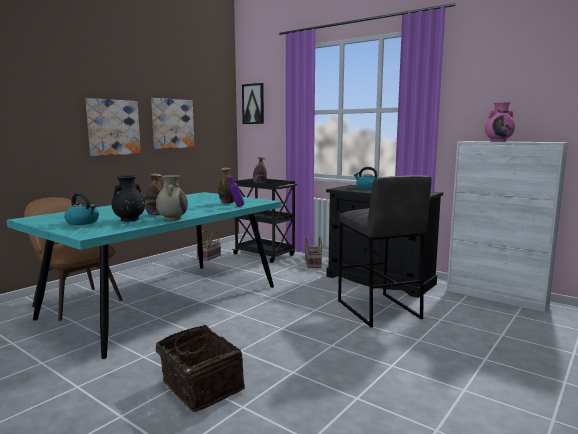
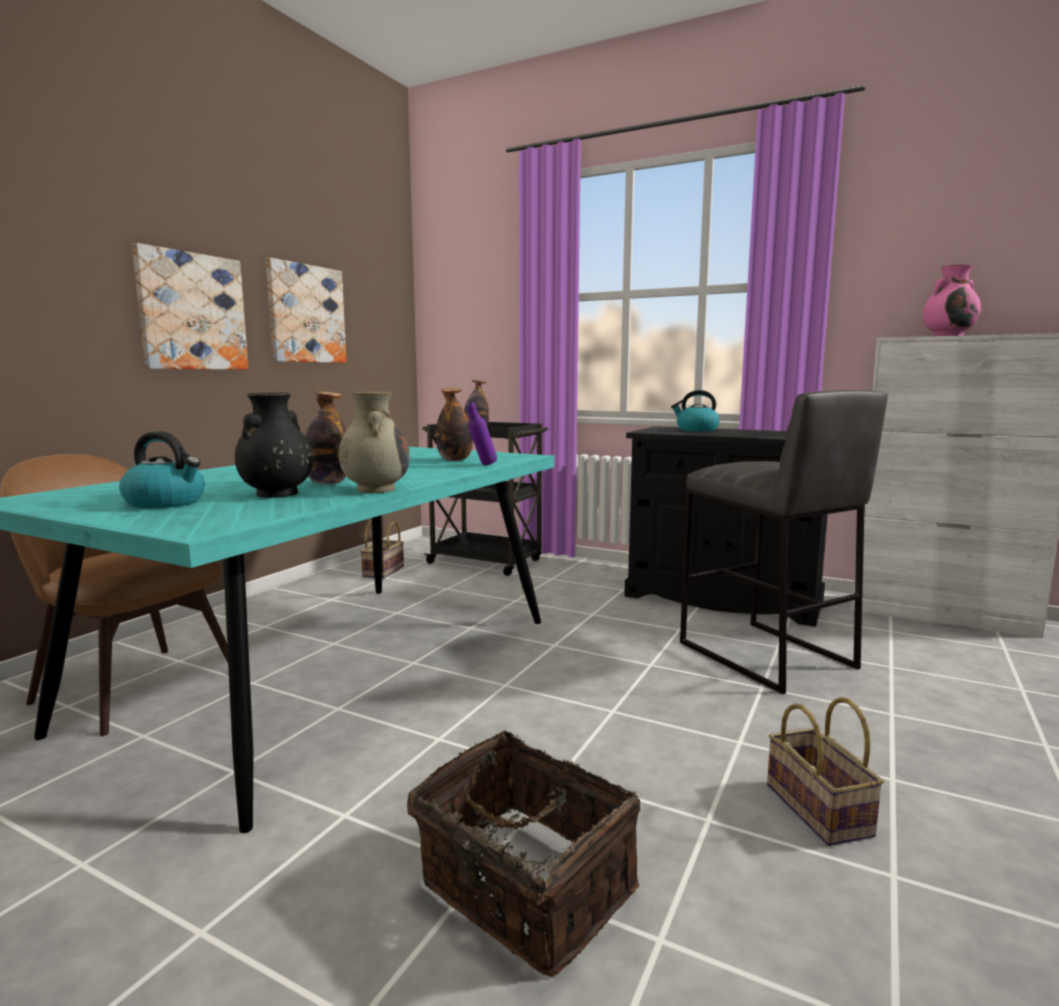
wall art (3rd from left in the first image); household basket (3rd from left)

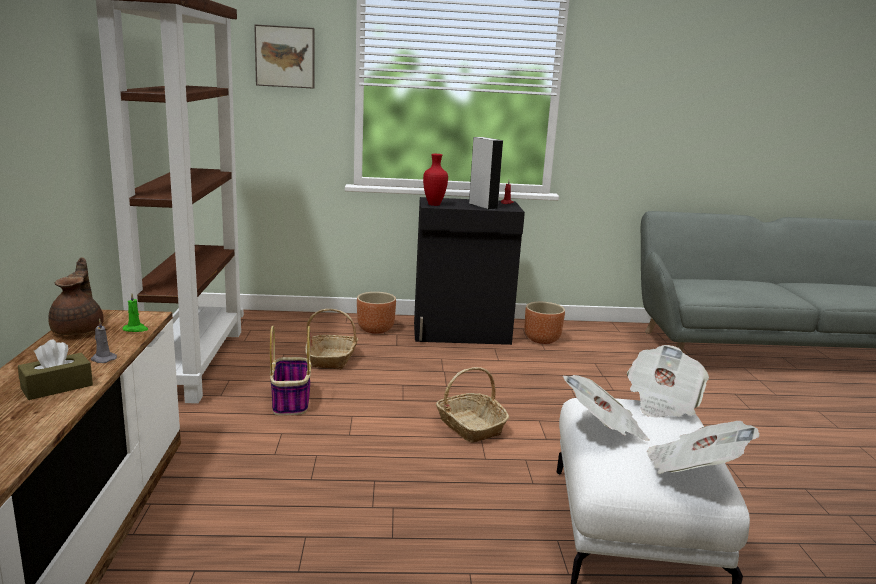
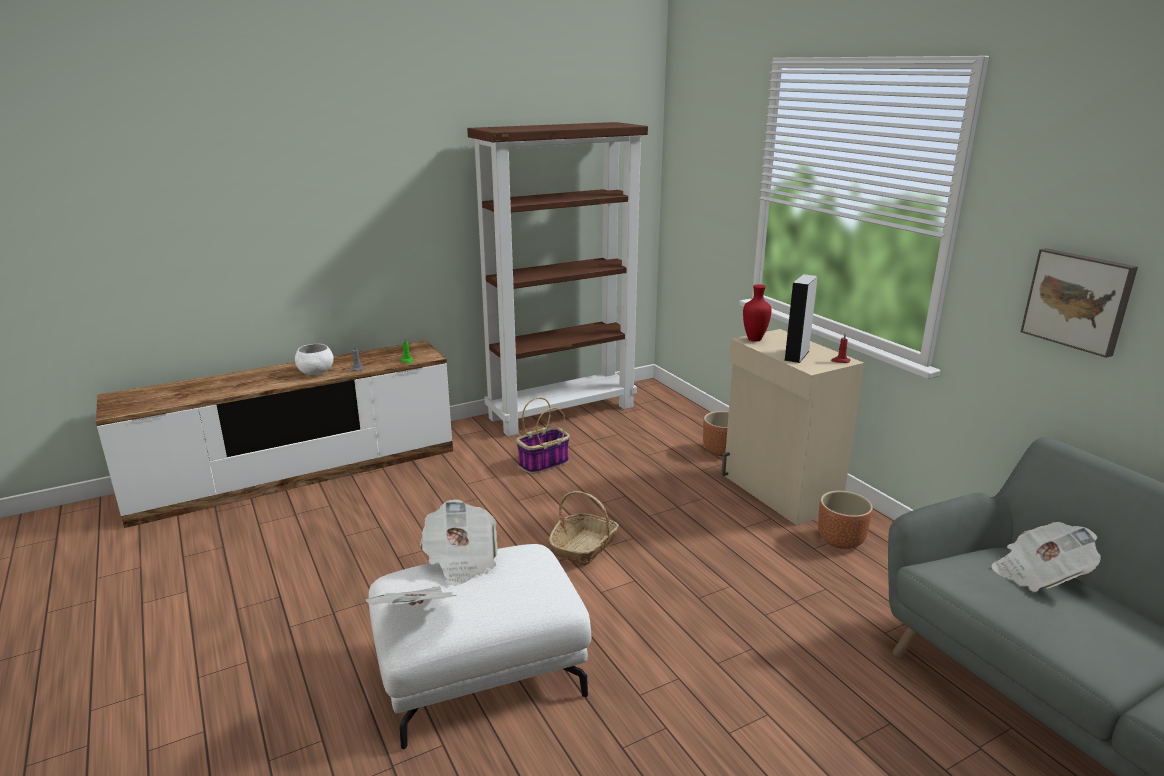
wall art; sand-coloured cabinet; brown-coloured pot for tea; household basket (2nd from left in the first image); white bowl; newspaper (3rd from left)

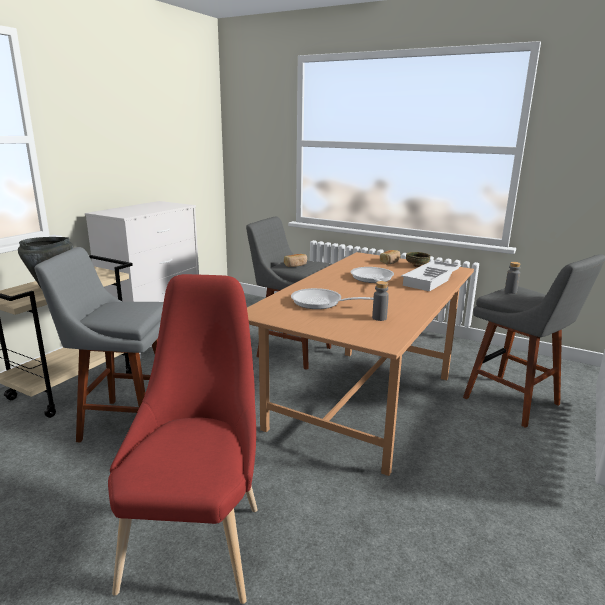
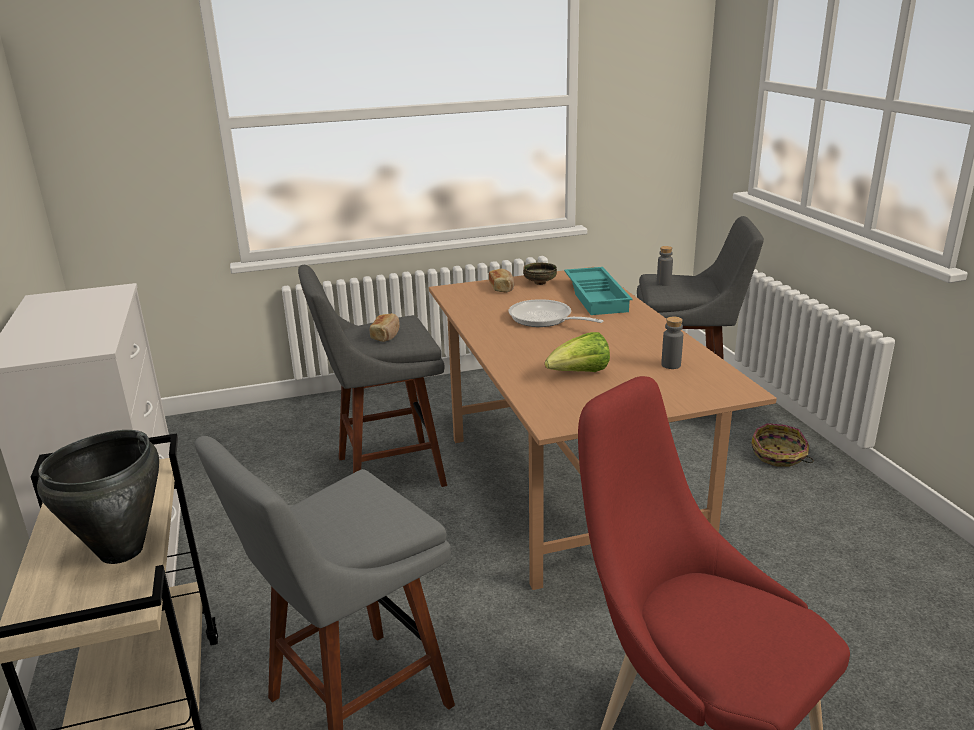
blue-green serving tray; lettuce head; household basket

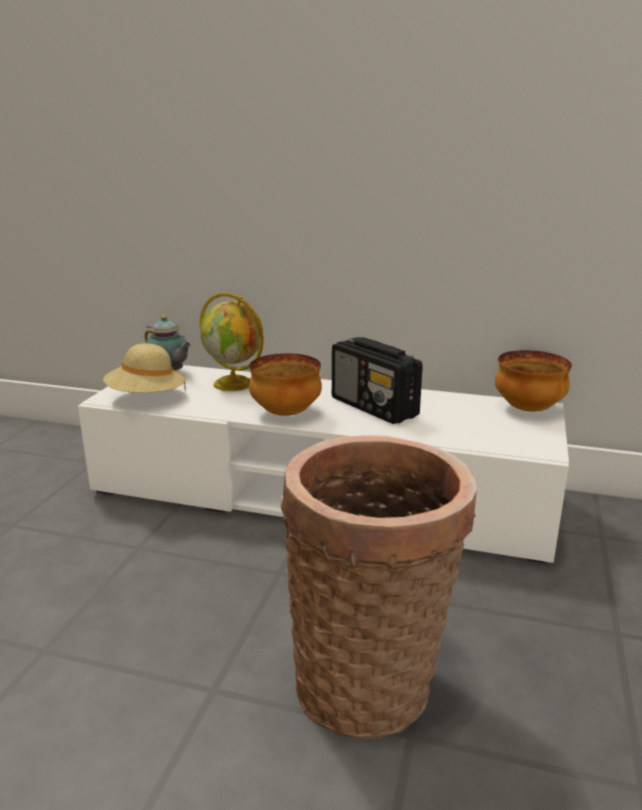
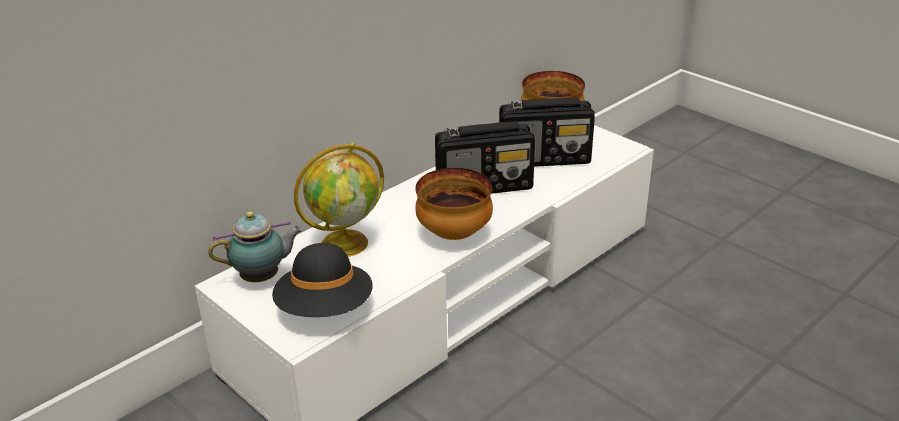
black-coloured clothing hat; household basket; radio set (2nd from left)

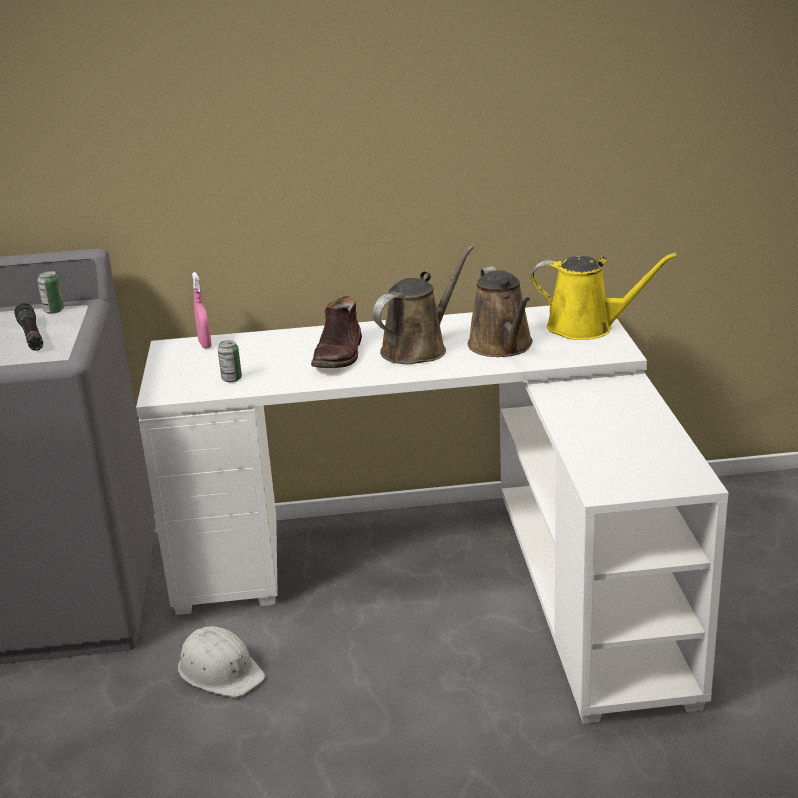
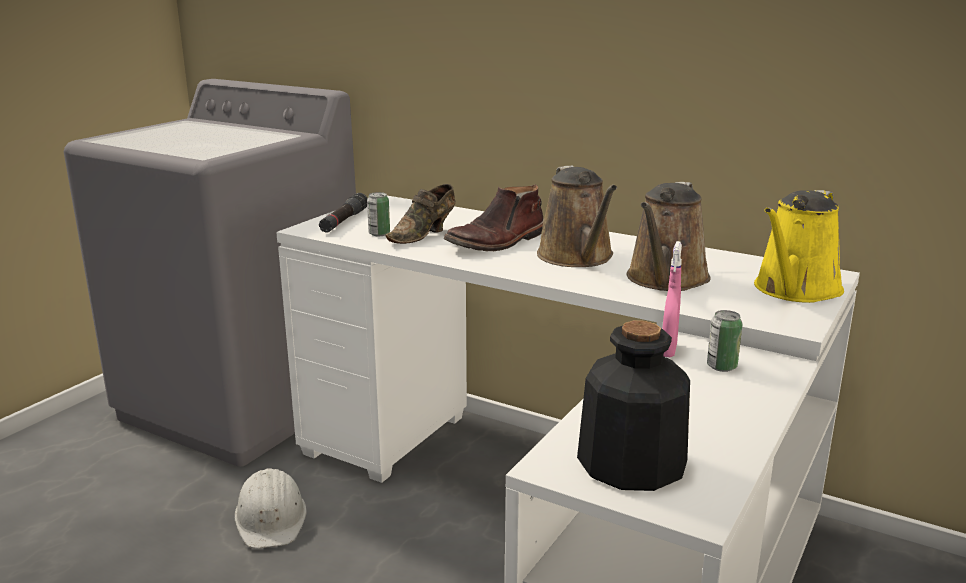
brown-coloured watering pot (1st from left); yellow-coloured watering pot; metal can (2nd from left); pinkish hand sprayer; black-coloured hand torch; brown-coloured shoe; beverage bottle

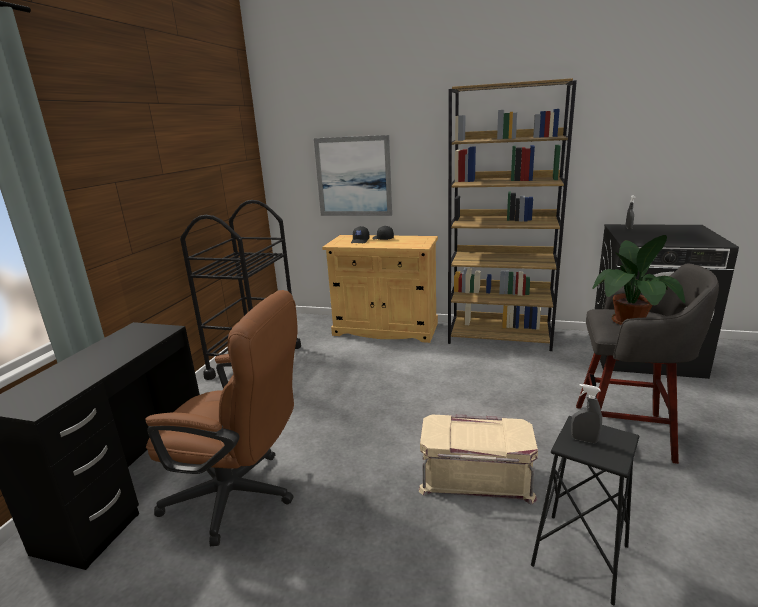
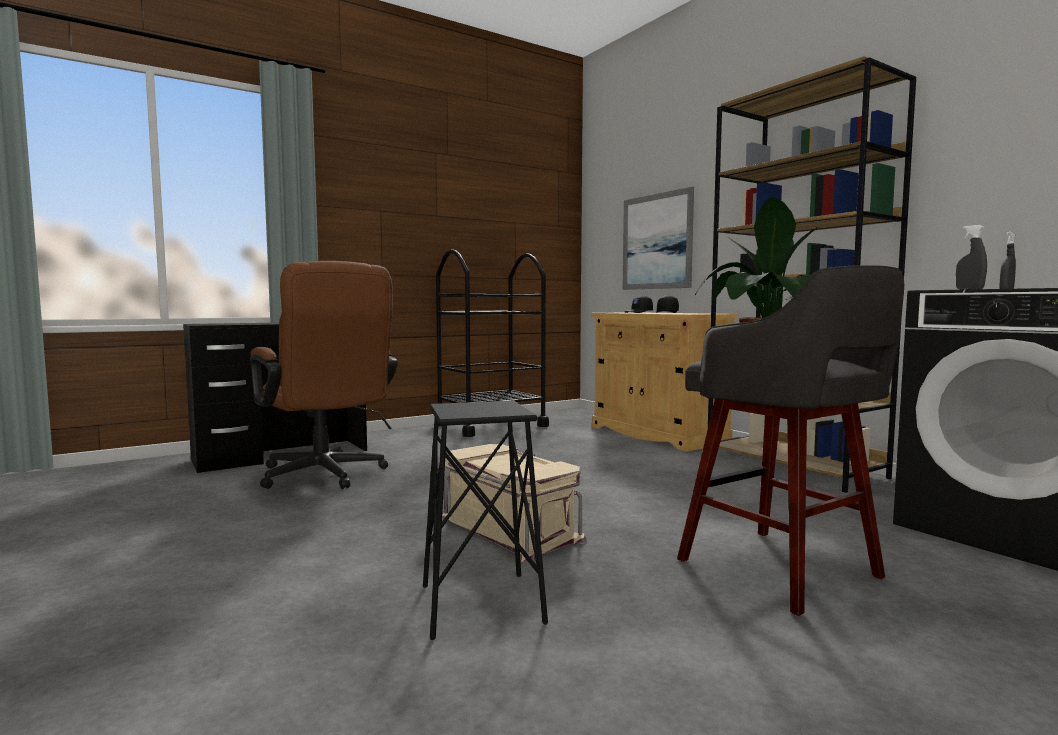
greyish hand sprayer (1st from left)

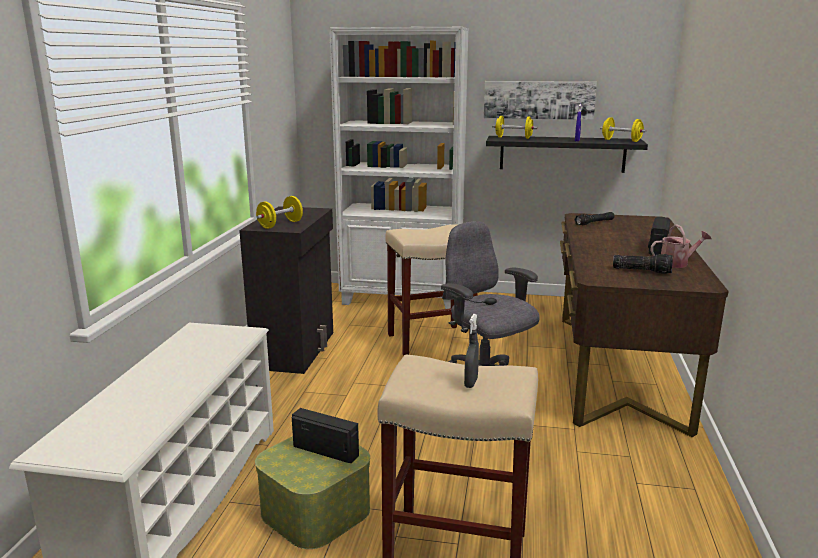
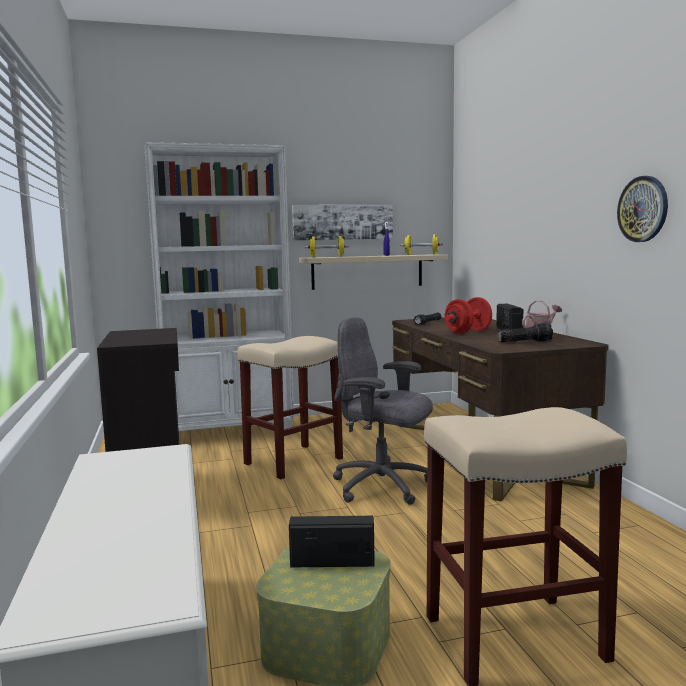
sand-coloured shelf; yellow-coloured free weight (1st from left in the first image); greyish hand sprayer; clock on the wall; red free weight

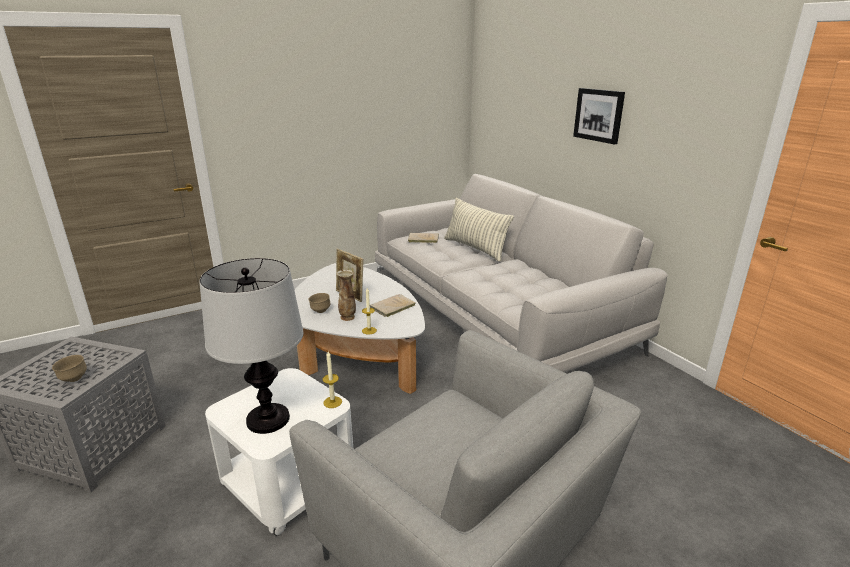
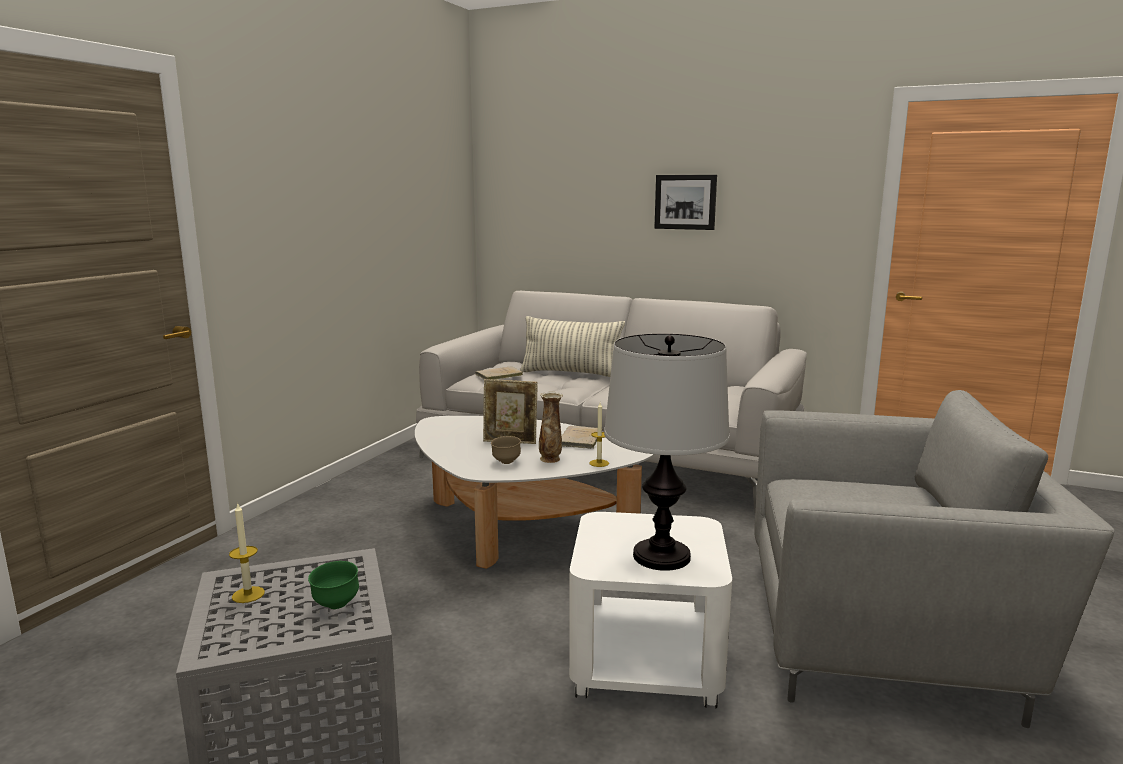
wax candle (1st from left); greenish bowl

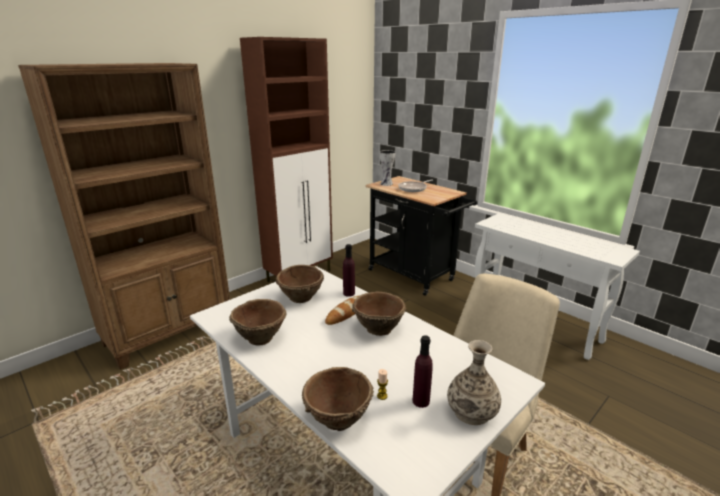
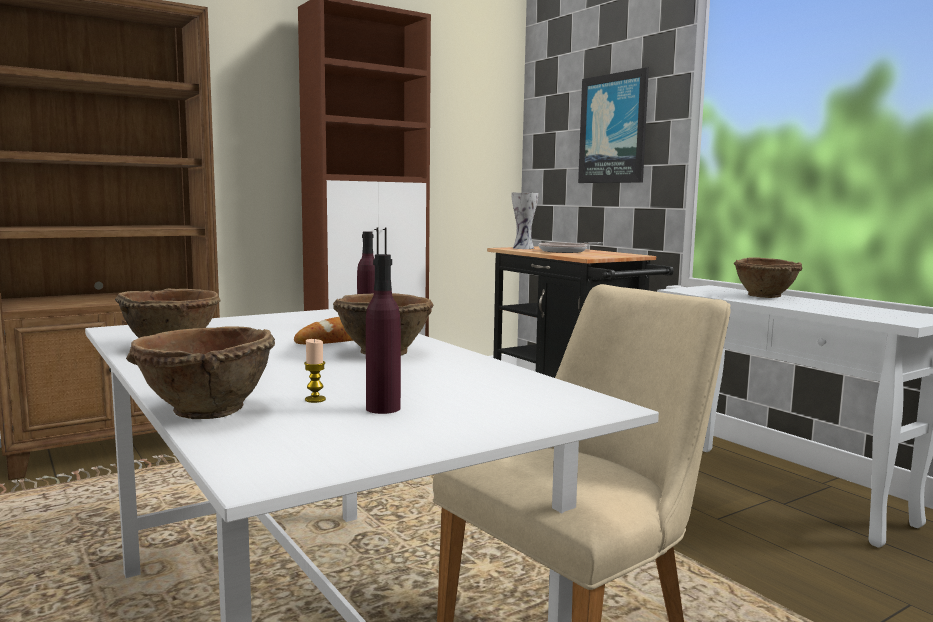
brown-coloured bowl (4th from left); decorative vase (2nd from left in the first image); wall art

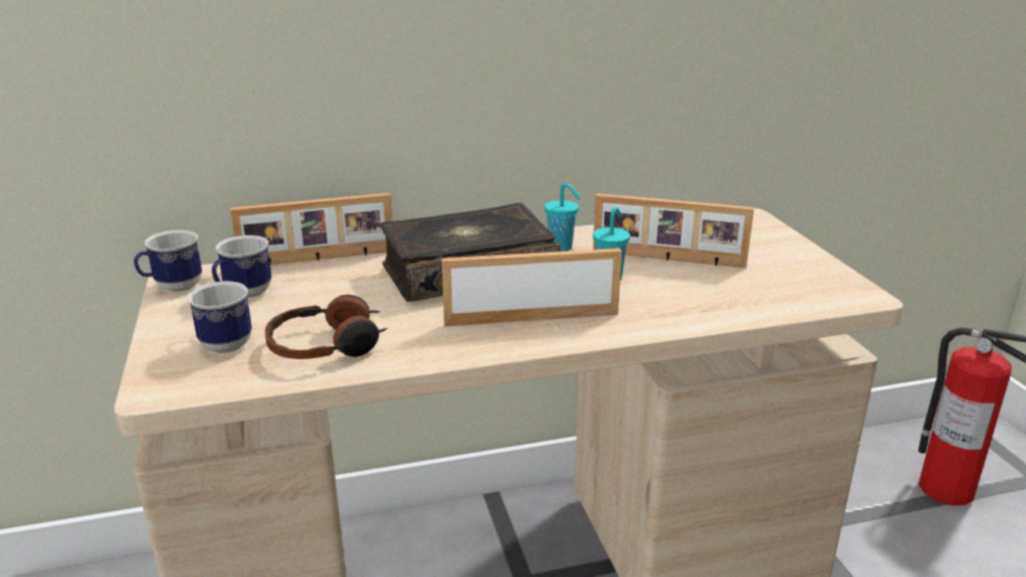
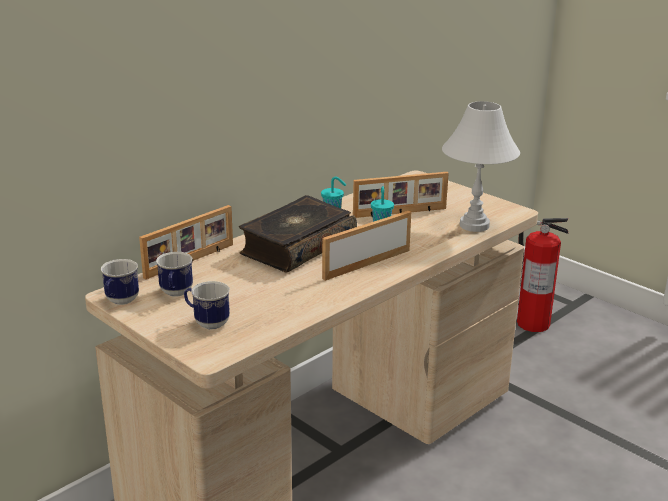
pair of headphones; white tabletop lamp

